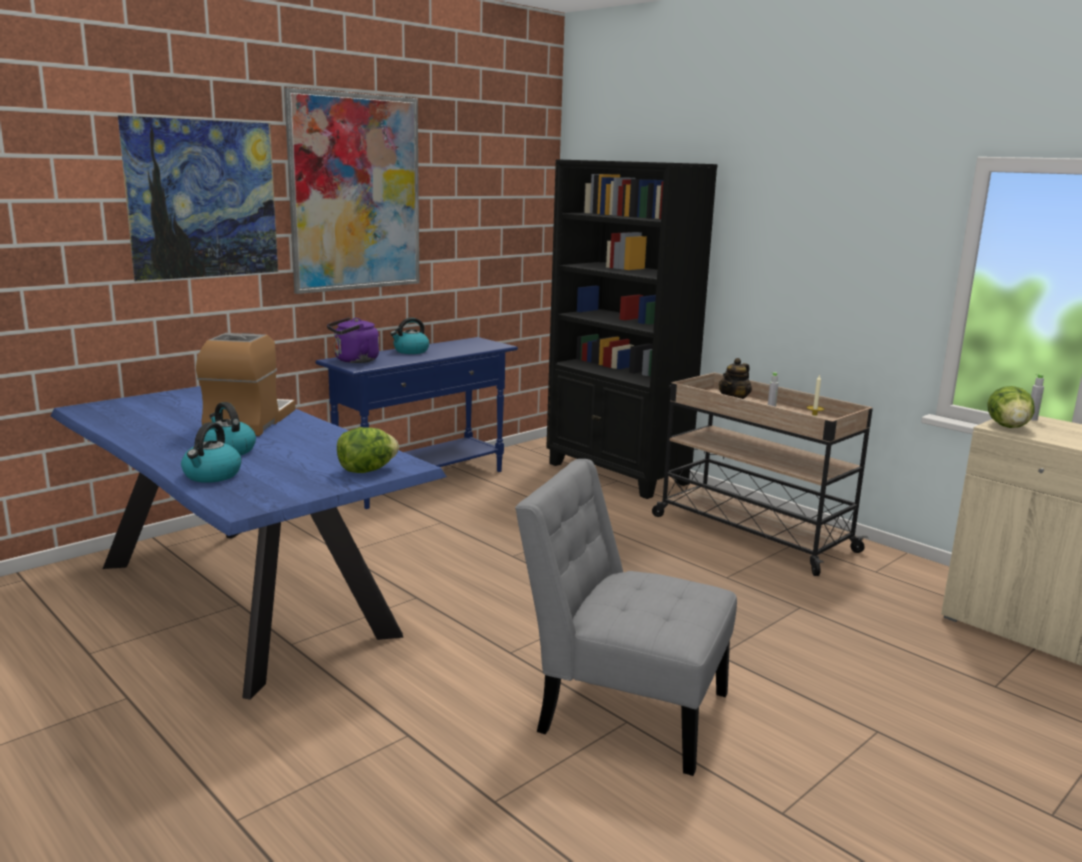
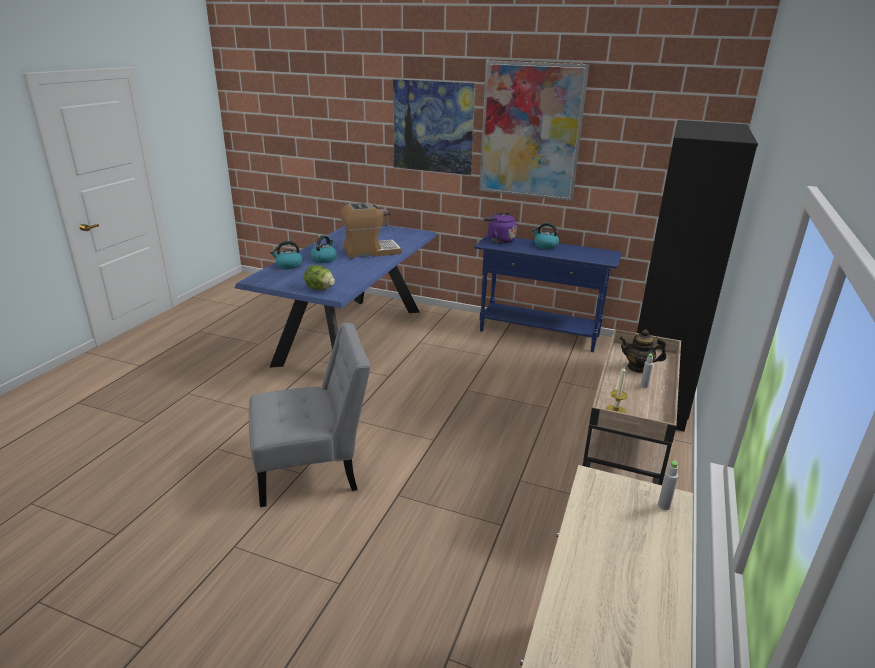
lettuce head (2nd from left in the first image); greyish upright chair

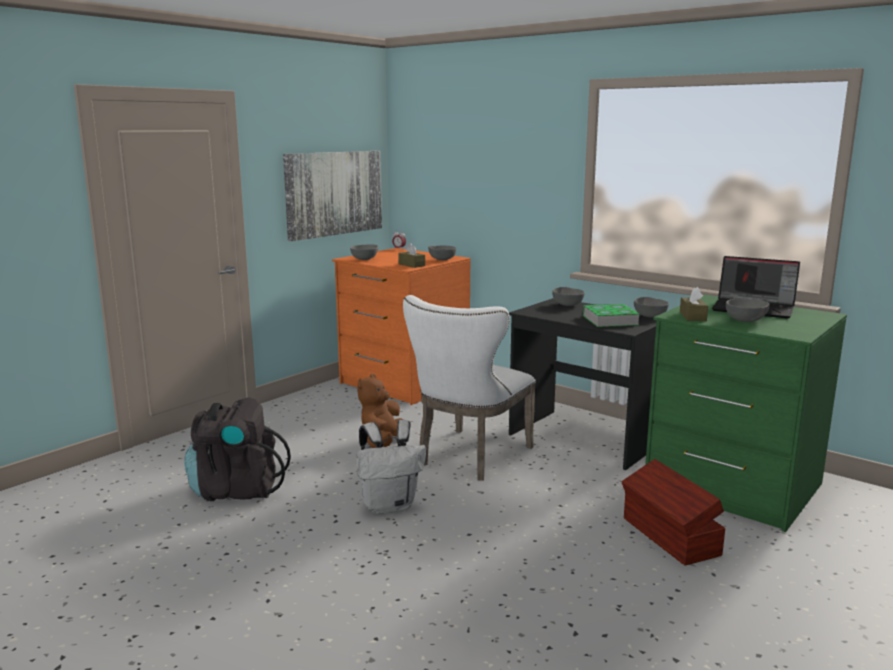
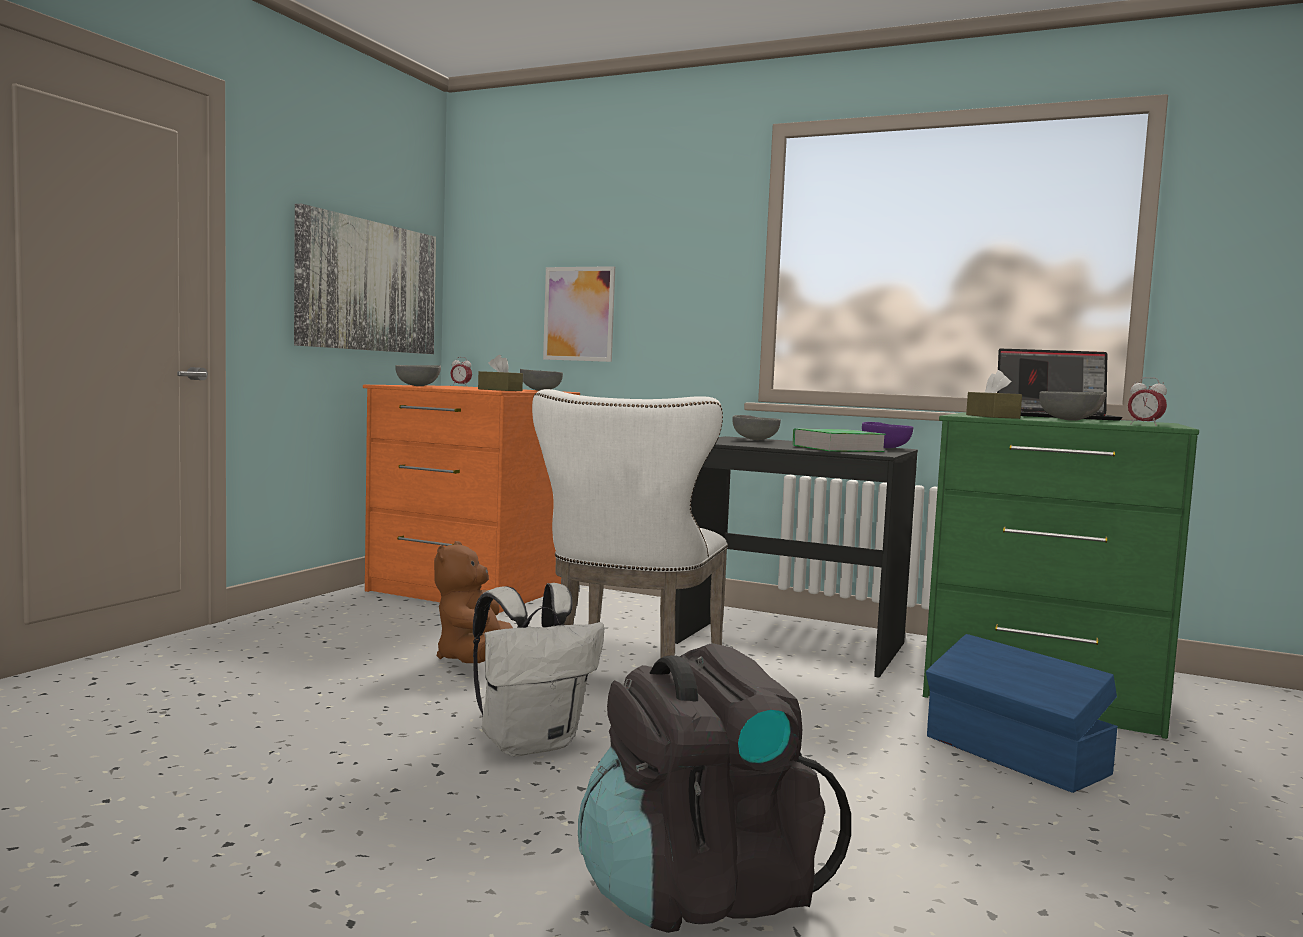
purple bowl; black-coloured backpack; blue-coloured storage bin; wall art (2nd from left); alarm clock (2nd from left)

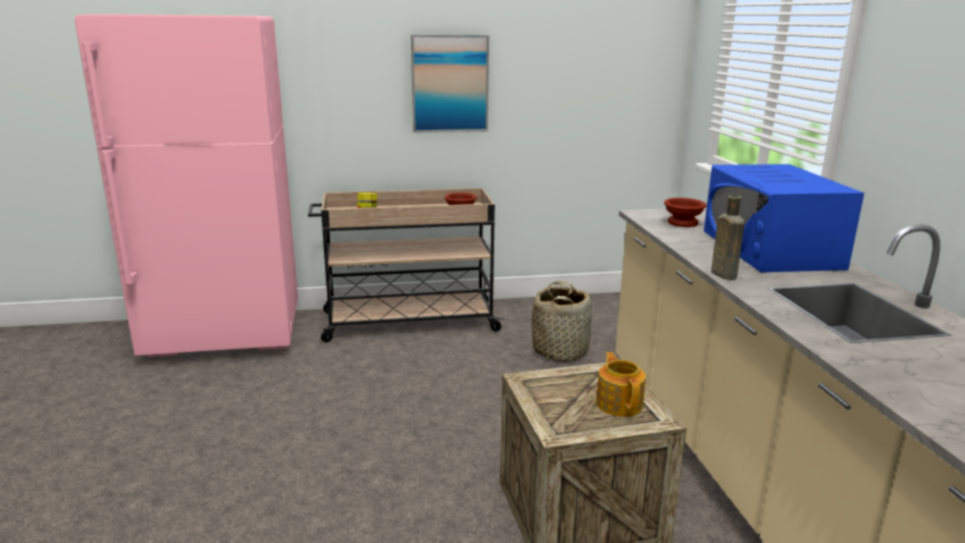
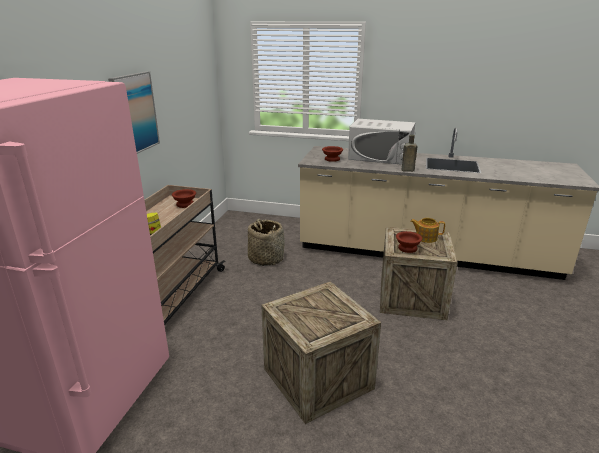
white microwave oven; brown-coloured bowl (3rd from left); crate (1st from left)

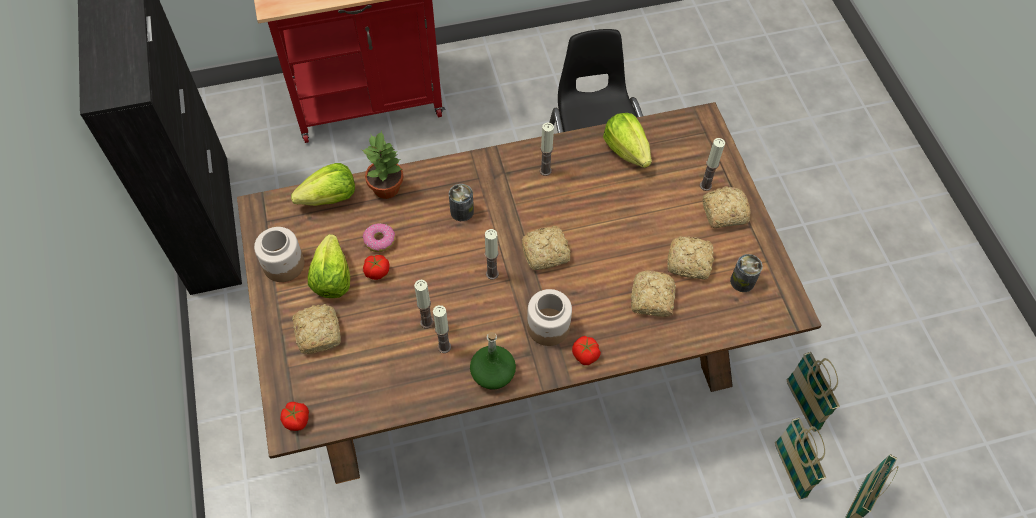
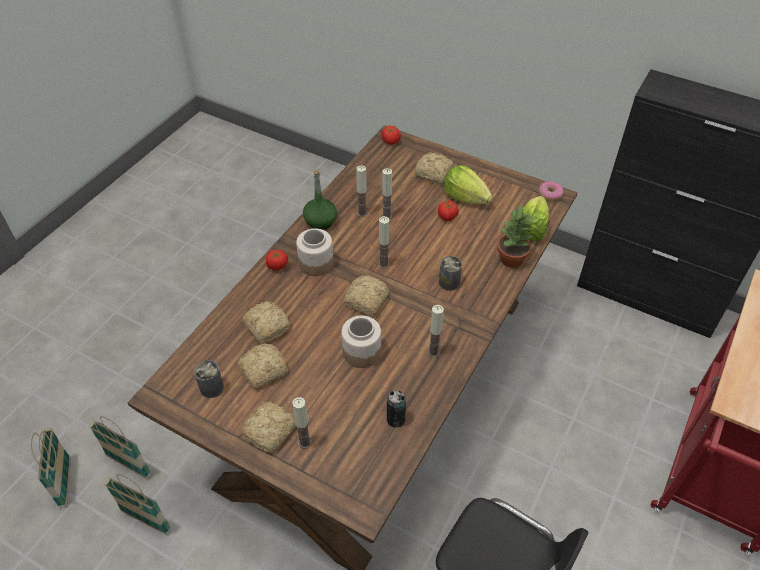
metal can (2nd from left); doughnut; storage jar (2nd from left)

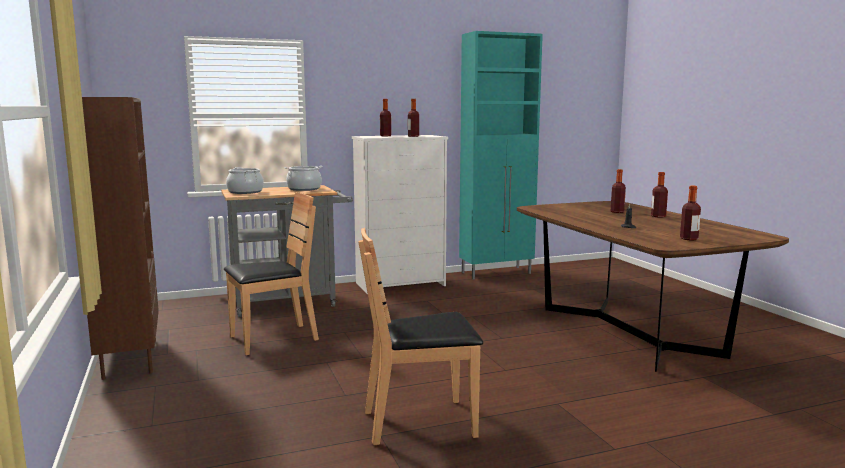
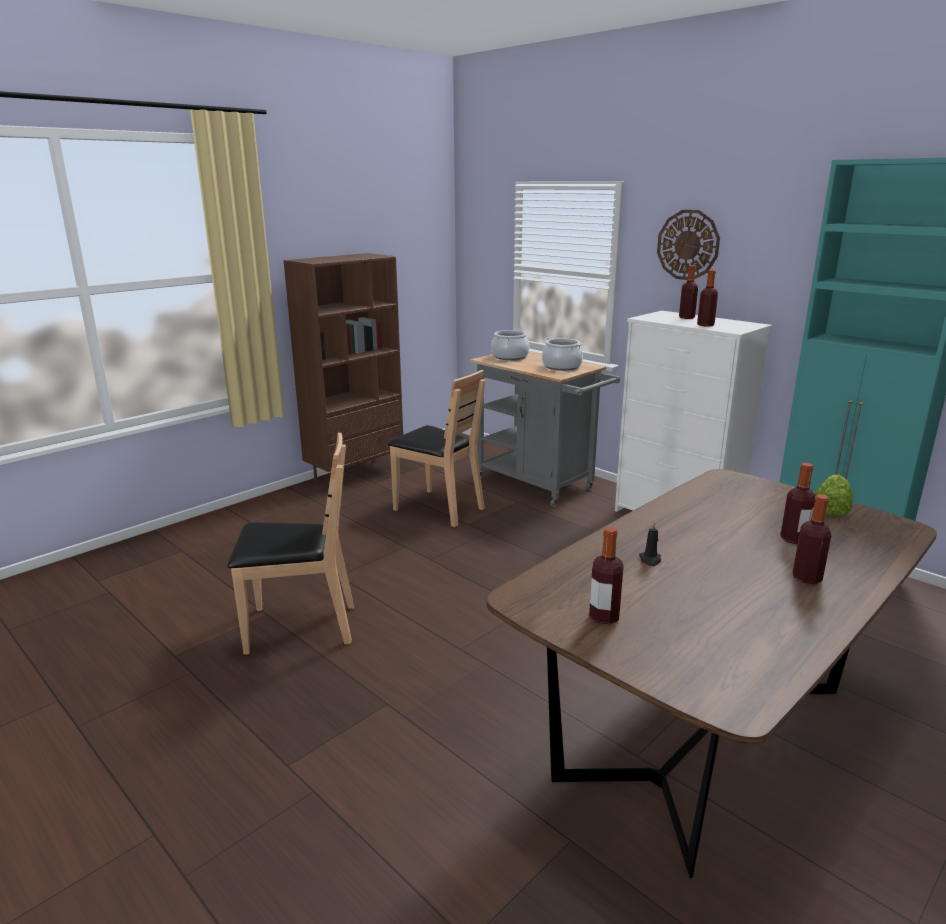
brown-coloured upright chair (1st from left); clock on the wall; lettuce head

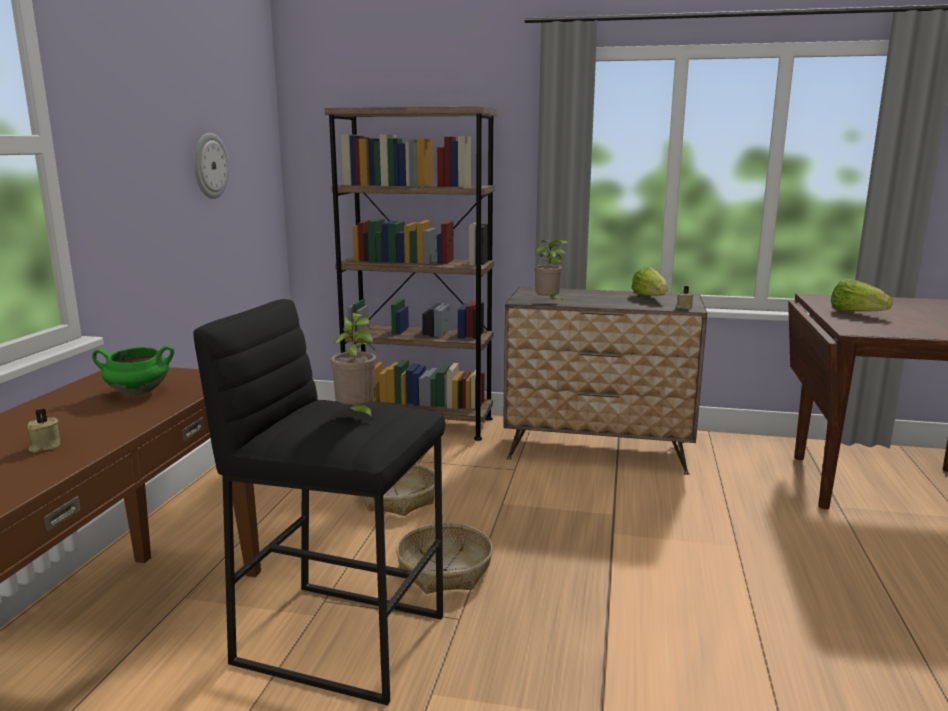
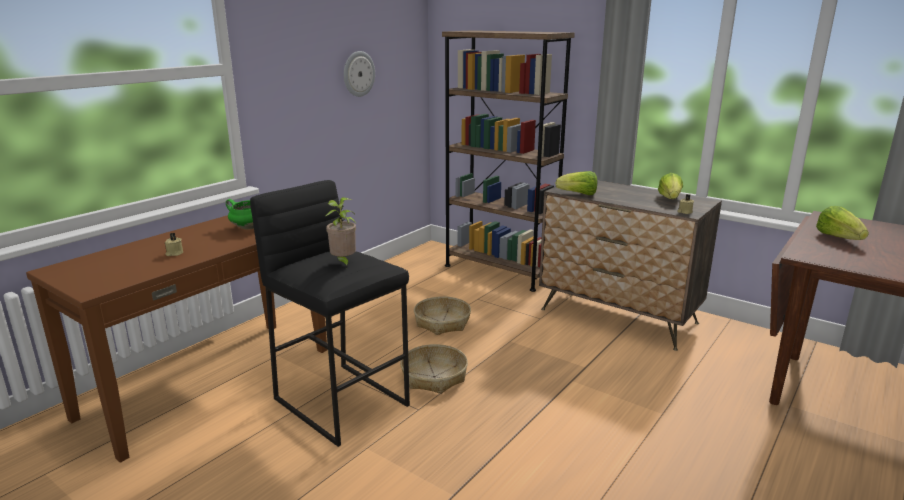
lettuce head (1st from left)

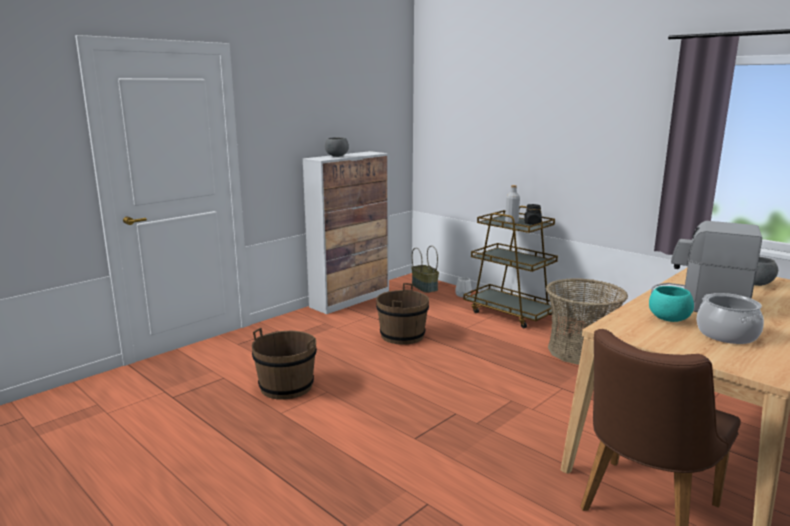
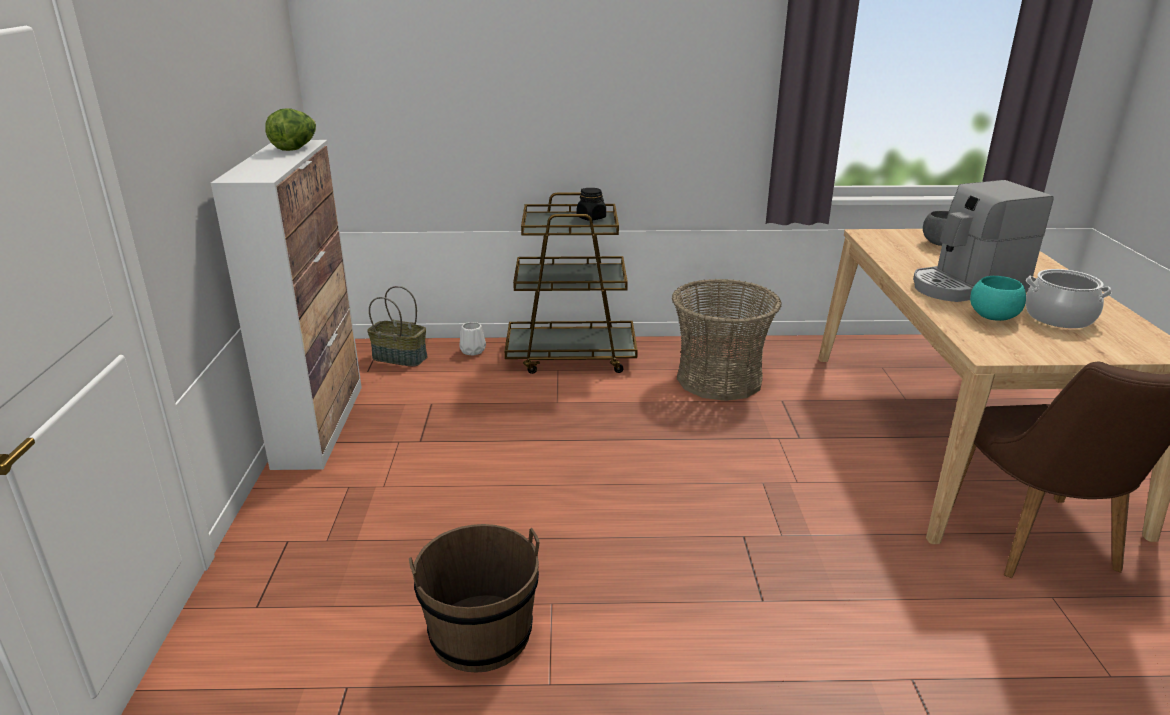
greyish bowl (1st from left in the first image); greyish beverage bottle; brown-coloured pail (2nd from left in the first image); lettuce head

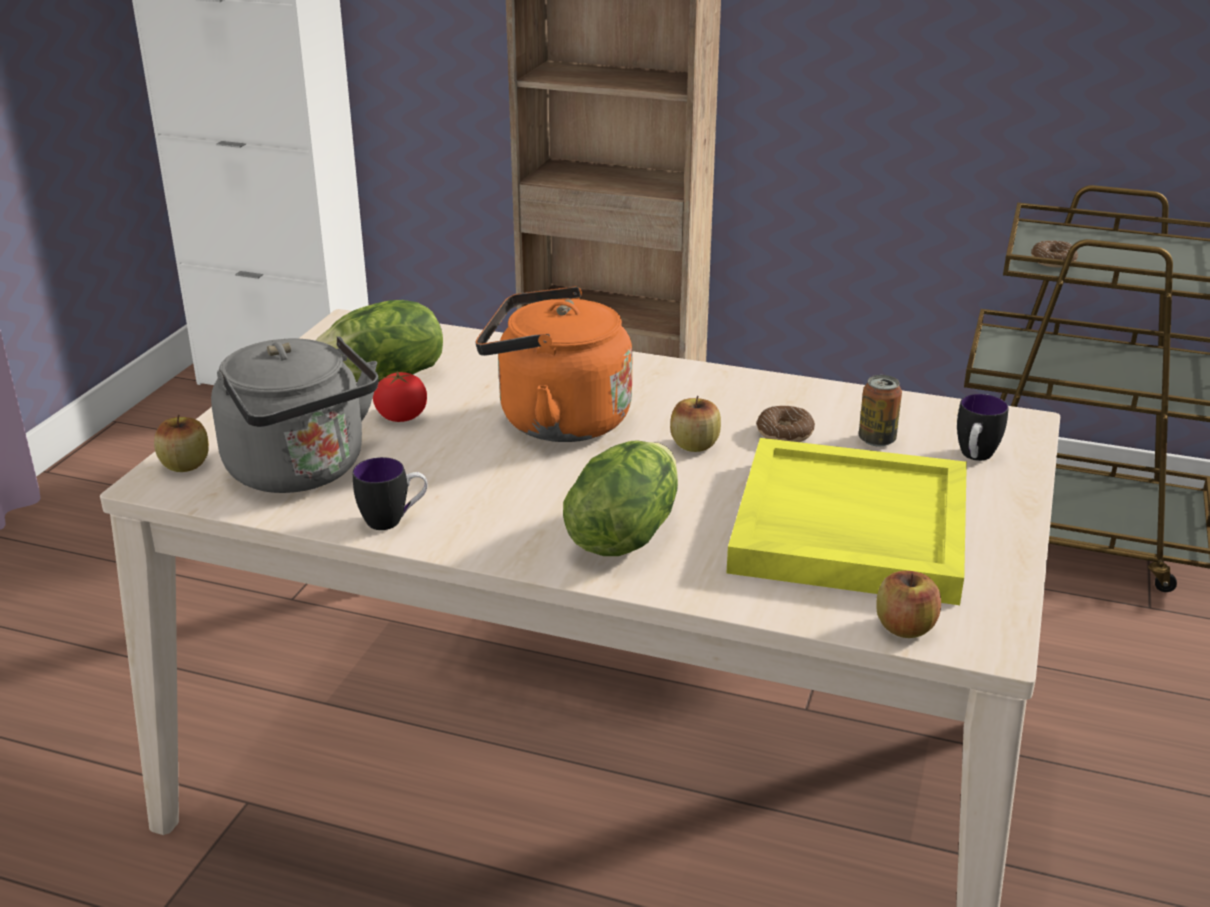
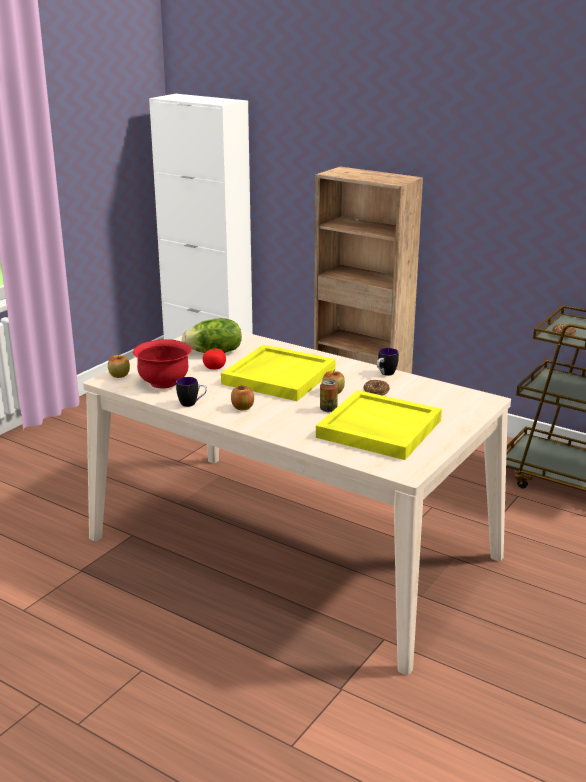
yellow-coloured serving tray (1st from left); red bowl; metal can; coffee mug (2nd from left); lettuce head (2nd from left in the first image); apple fruit (2nd from left)

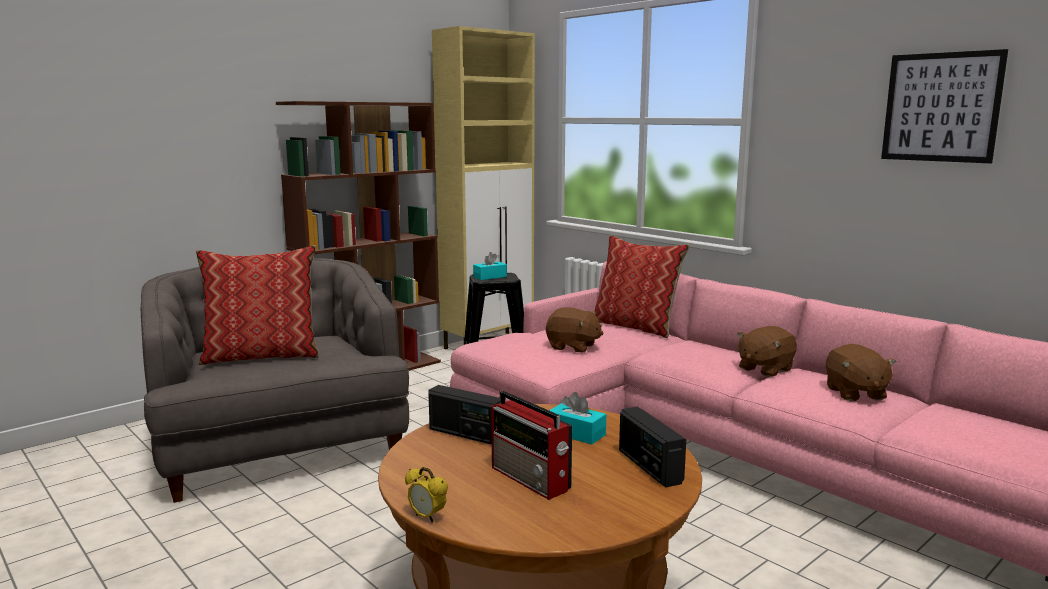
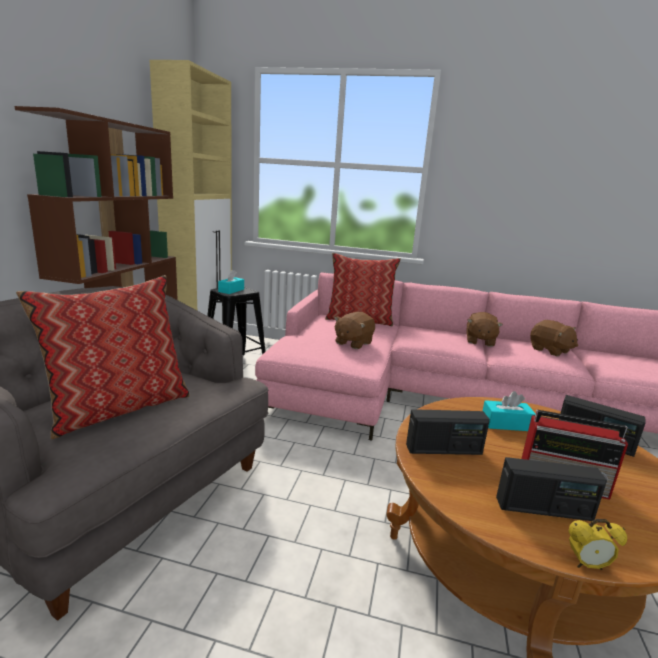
wall art; brown-coloured soft toy (1st from left); radio set (2nd from left)

